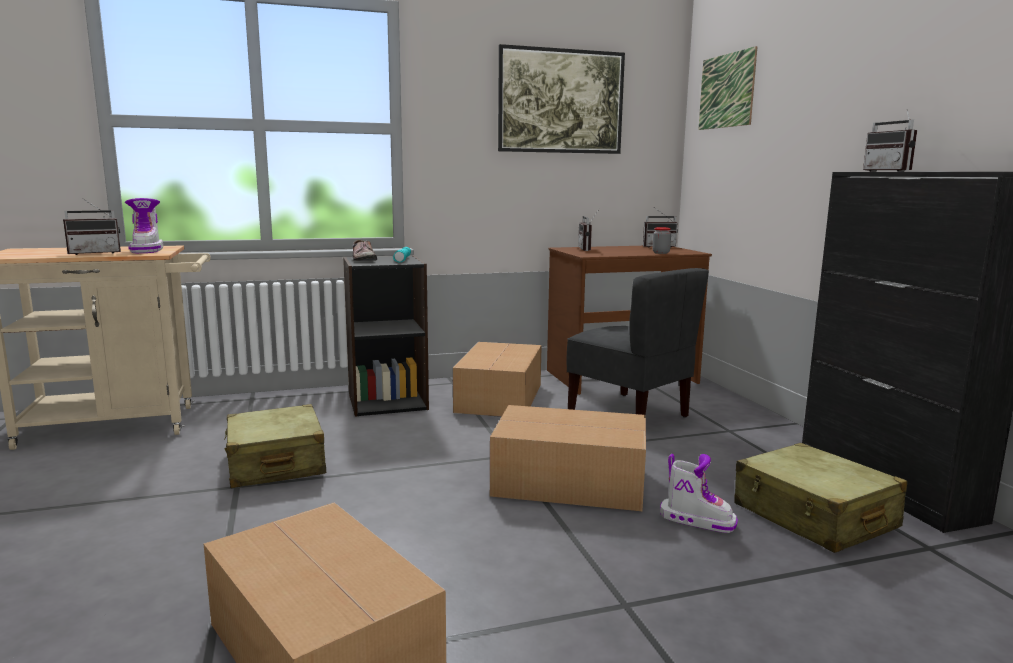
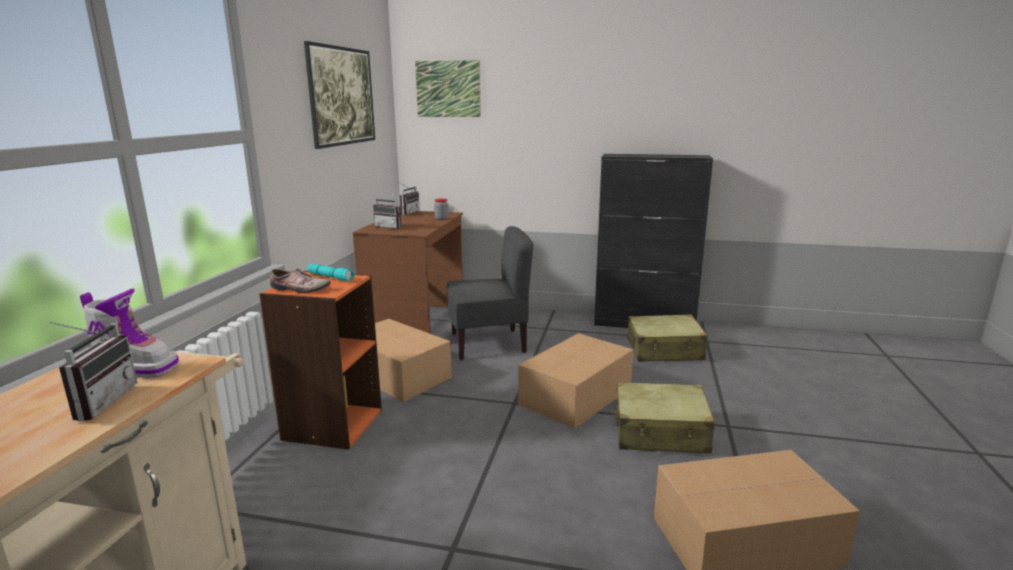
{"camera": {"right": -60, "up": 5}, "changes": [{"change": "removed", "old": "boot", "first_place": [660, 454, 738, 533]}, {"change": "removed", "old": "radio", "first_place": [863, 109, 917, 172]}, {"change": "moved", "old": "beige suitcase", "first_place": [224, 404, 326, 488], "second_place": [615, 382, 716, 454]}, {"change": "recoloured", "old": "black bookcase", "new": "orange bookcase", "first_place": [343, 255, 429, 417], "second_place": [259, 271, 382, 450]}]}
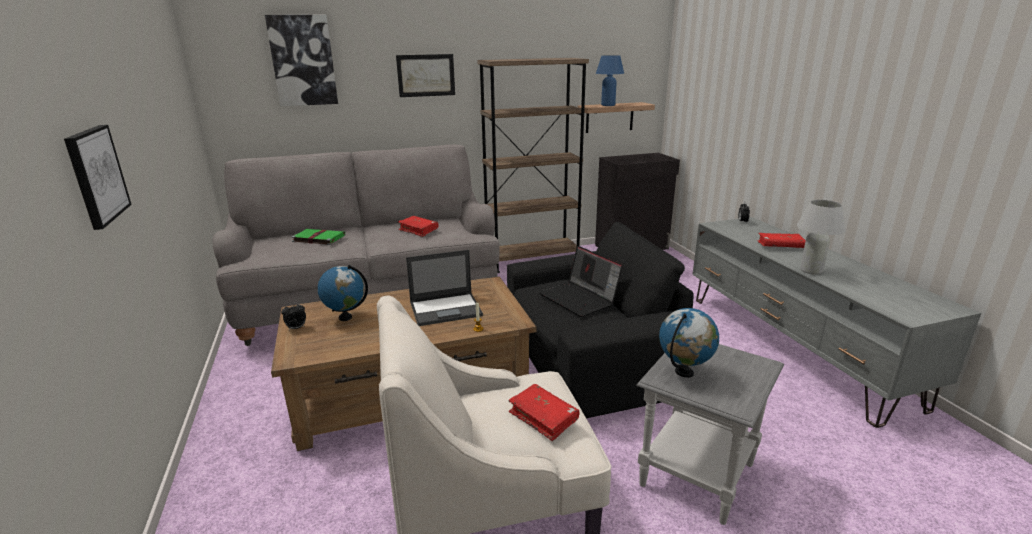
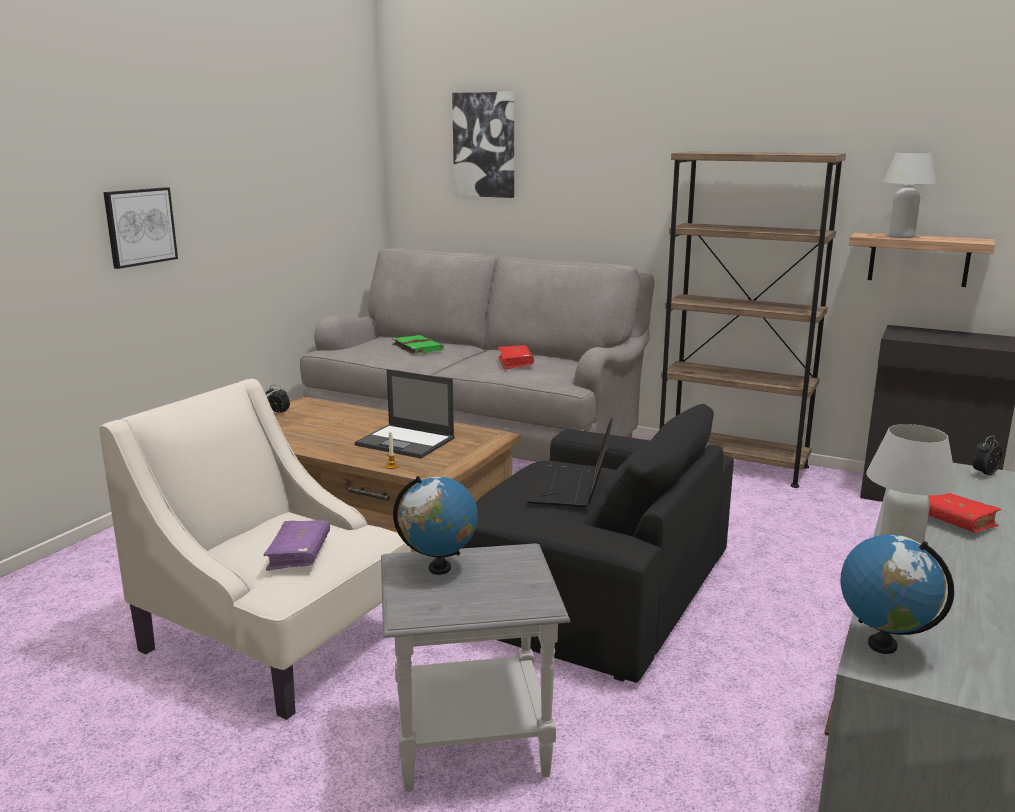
{"camera": {"right": 45, "up": -5}, "changes": [{"change": "removed", "old": "picture", "first_place": [396, 54, 455, 97]}, {"change": "moved", "old": "globe", "first_place": [318, 265, 368, 321], "second_place": [840, 534, 954, 654]}, {"change": "recoloured", "old": "red book", "new": "purple book", "first_place": [508, 384, 579, 441], "second_place": [263, 520, 330, 571]}, {"change": "recoloured", "old": "blue table lamp", "new": "white table lamp", "first_place": [596, 55, 624, 106], "second_place": [883, 152, 936, 238]}]}
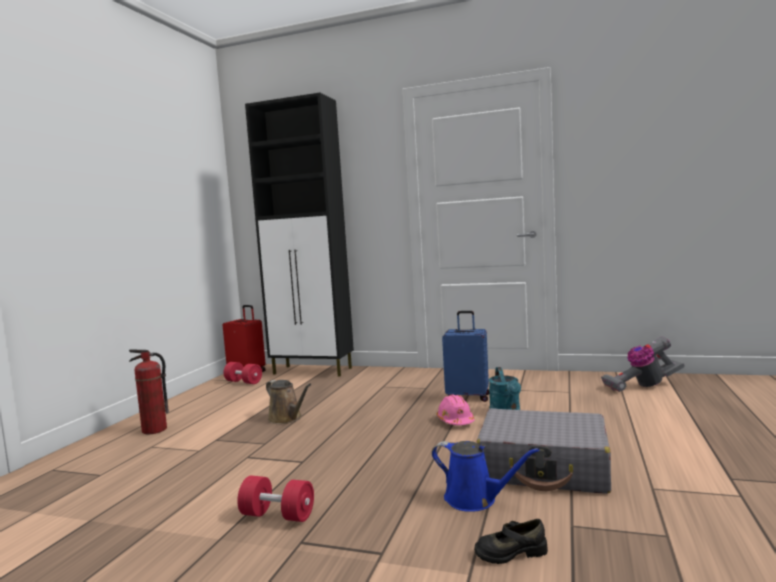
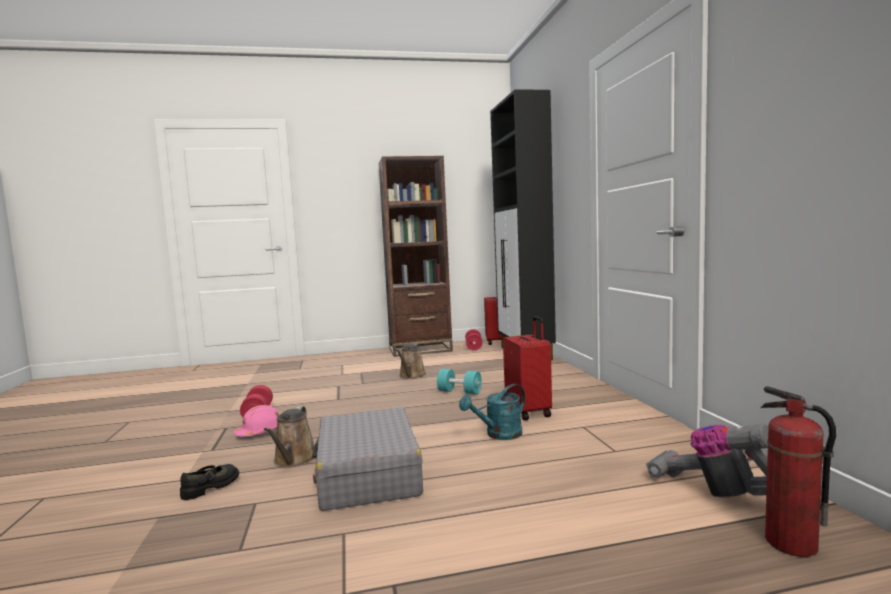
{"camera": {"right": 60, "up": 0}, "changes": [{"change": "added", "new": "brown bookcase", "second_place": [379, 156, 453, 357]}, {"change": "added", "new": "turquoise dumbbell", "second_place": [437, 369, 482, 395]}, {"change": "moved", "old": "fire extinguisher", "first_place": [129, 349, 169, 434], "second_place": [761, 386, 836, 557]}, {"change": "moved", "old": "pink hard hat", "first_place": [437, 394, 475, 425], "second_place": [234, 405, 279, 437]}, {"change": "recoloured", "old": "blue watering can", "new": "brown watering can", "first_place": [432, 441, 539, 512], "second_place": [264, 406, 315, 467]}, {"change": "recoloured", "old": "blue suitcase", "new": "red suitcase", "first_place": [442, 311, 489, 402], "second_place": [503, 316, 552, 420]}, {"change": "turned", "old": "black shoe", "first_place": [474, 519, 548, 564], "second_place": [180, 464, 239, 500], "degrees": 75}]}
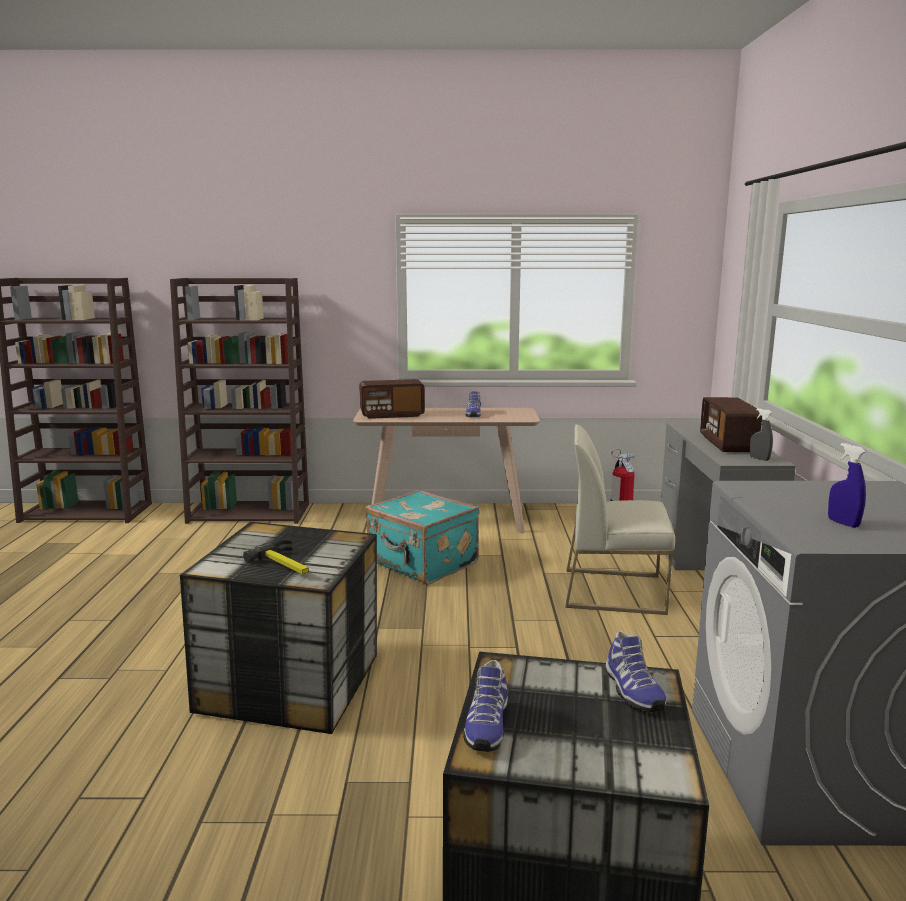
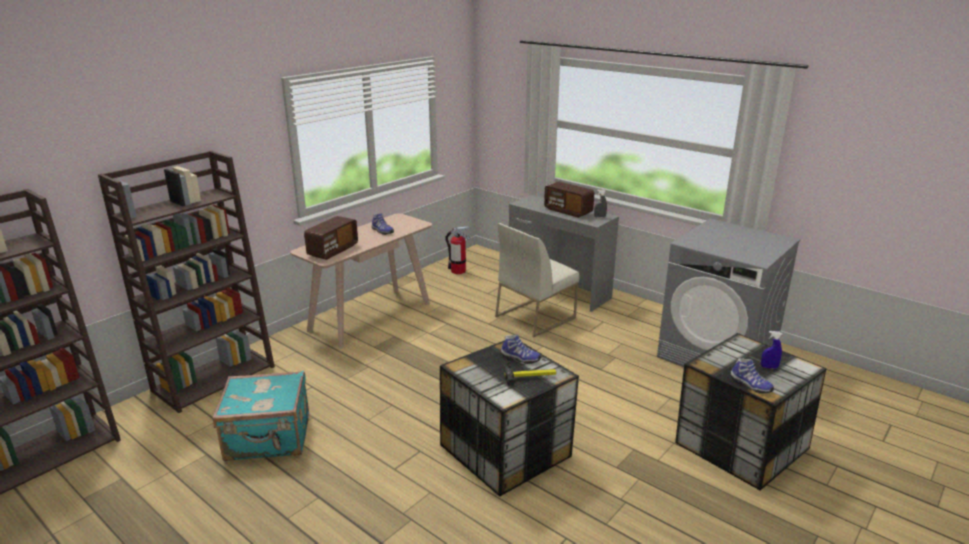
{"camera": {"right": -50, "up": 10}, "changes": [{"change": "moved", "old": "turquoise suitcase", "first_place": [365, 490, 479, 584], "second_place": [213, 371, 309, 461]}, {"change": "moved", "old": "shoe", "first_place": [606, 631, 667, 712], "second_place": [501, 335, 541, 364]}, {"change": "moved", "old": "blue spray bottle", "first_place": [828, 443, 866, 528], "second_place": [761, 331, 782, 369]}]}
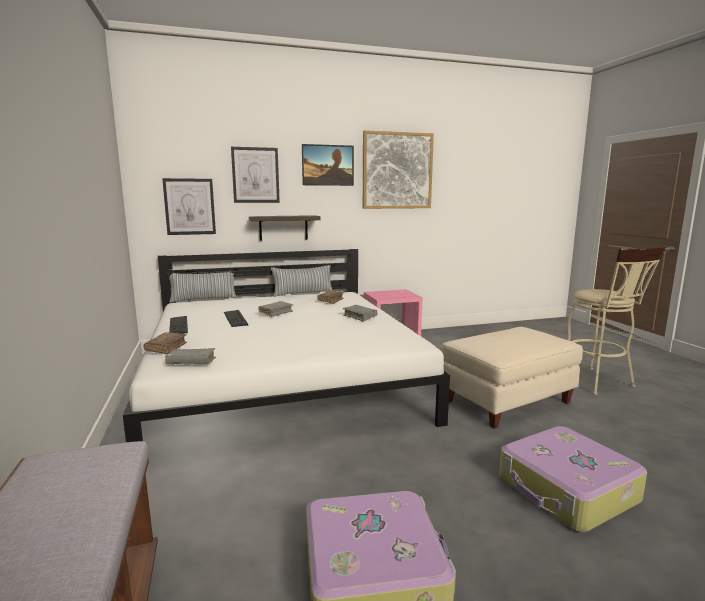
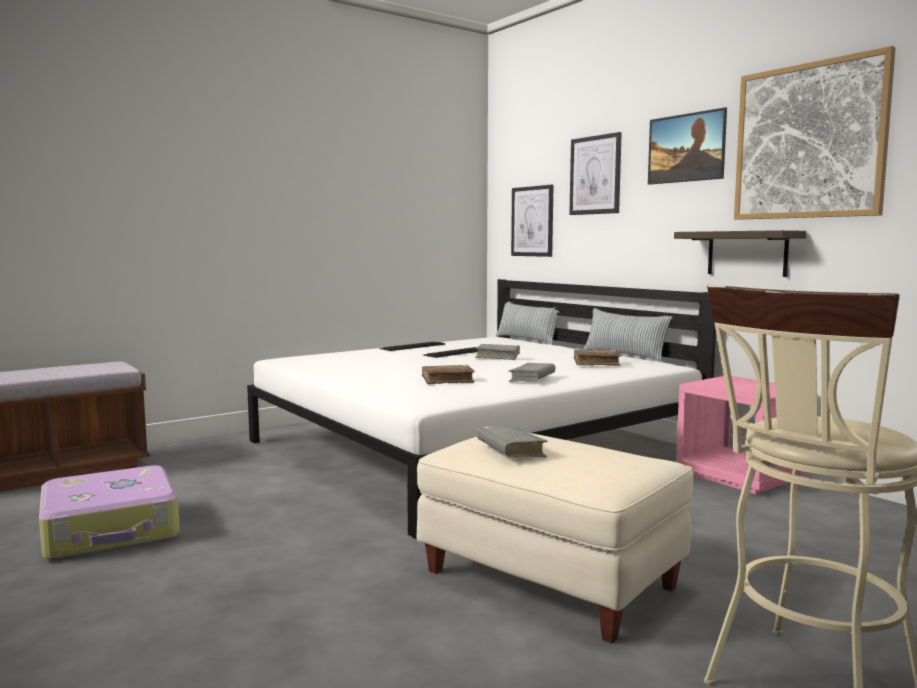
{"camera": {"right": 70, "up": -5}, "changes": [{"change": "removed", "old": "suitcase", "first_place": [499, 426, 647, 532]}, {"change": "moved", "old": "brown book", "first_place": [144, 332, 187, 354], "second_place": [422, 365, 475, 384]}, {"change": "moved", "old": "grey book", "first_place": [165, 348, 216, 364], "second_place": [477, 425, 548, 457]}, {"change": "moved", "old": "shelf", "first_place": [249, 215, 321, 241], "second_place": [674, 230, 806, 277]}]}
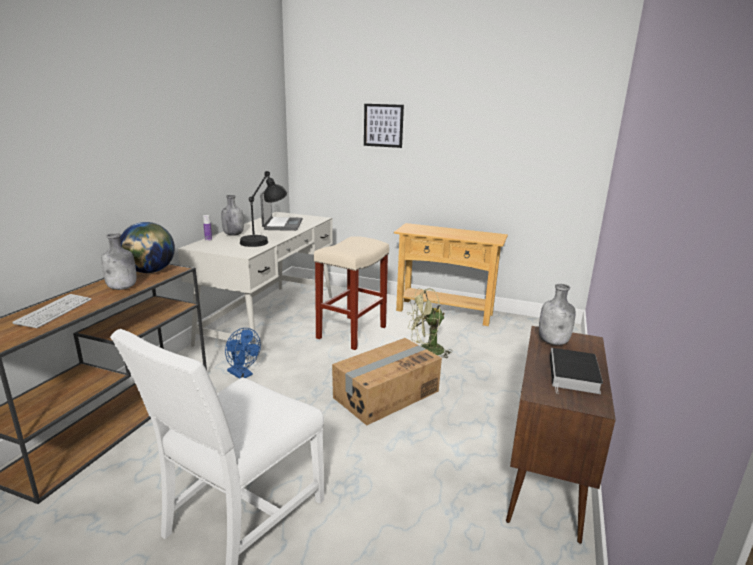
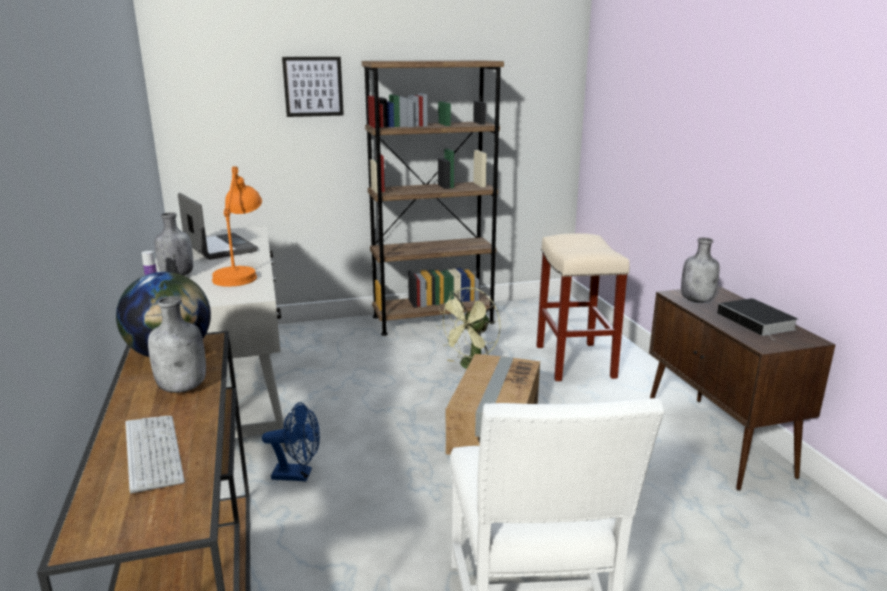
{"camera": {"right": -35, "up": 0}, "changes": [{"change": "moved", "old": "beige stool", "first_place": [314, 236, 389, 350], "second_place": [537, 233, 630, 381]}, {"change": "replaced", "old": "beige console table", "new": "brown bookcase", "first_place": [394, 223, 508, 326], "second_place": [362, 60, 504, 336]}, {"change": "recoloured", "old": "black table lamp", "new": "orange table lamp", "first_place": [240, 171, 287, 247], "second_place": [212, 166, 262, 287]}]}
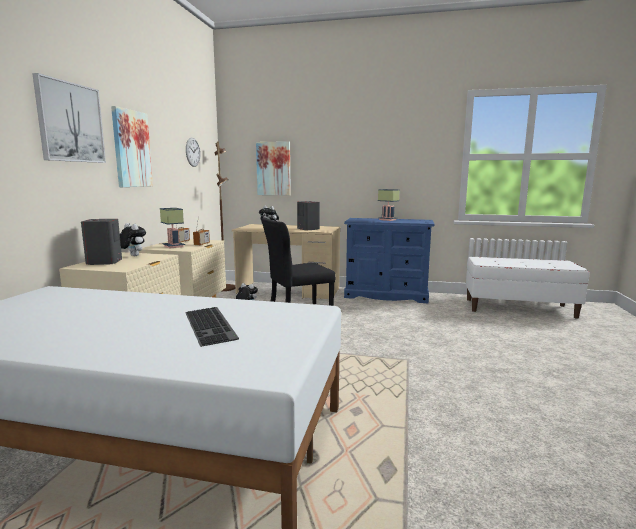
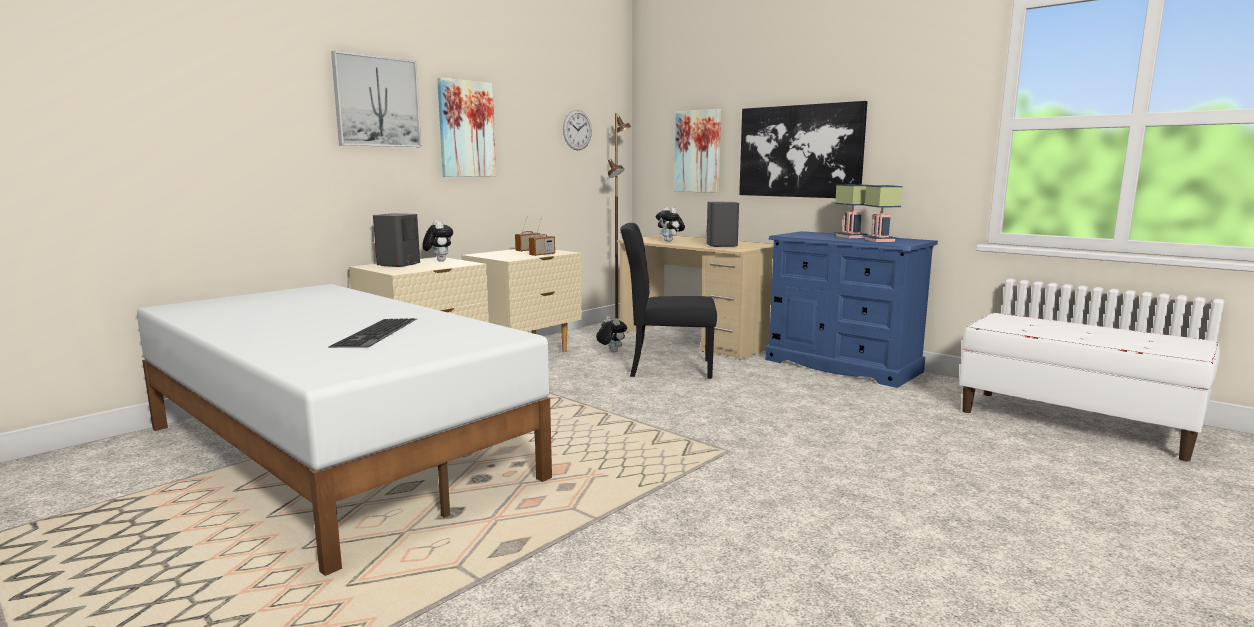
{"camera": {"right": 30, "up": 0}, "changes": [{"change": "added", "new": "picture", "second_place": [739, 101, 867, 198]}, {"change": "moved", "old": "table lamp", "first_place": [160, 208, 185, 248], "second_place": [863, 185, 903, 242]}]}
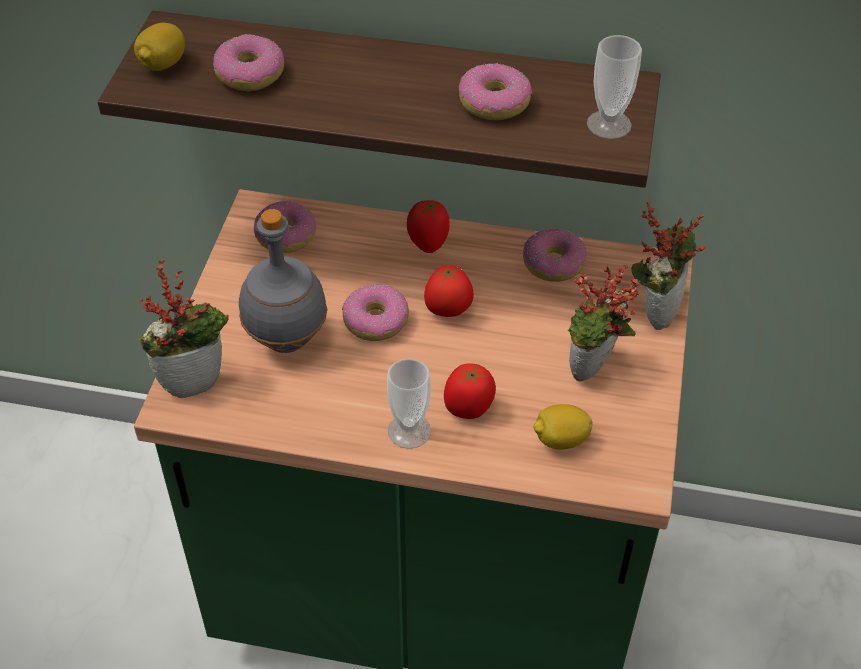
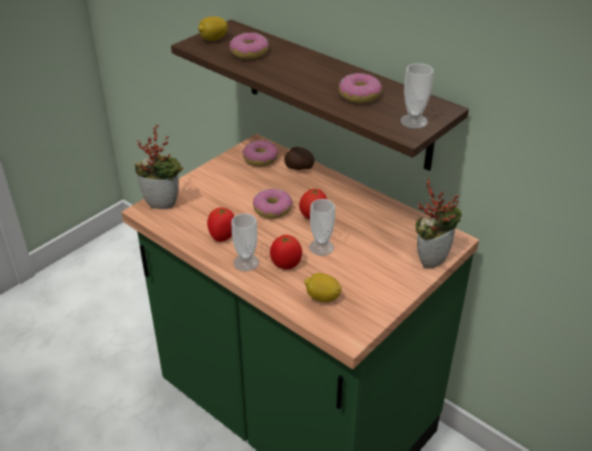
{"camera": {"right": 30, "up": -10}, "changes": [{"change": "removed", "old": "grey bottle", "first_place": [239, 209, 327, 353]}, {"change": "removed", "old": "donut", "first_place": [523, 229, 587, 282]}, {"change": "removed", "old": "potted plant", "first_place": [568, 265, 640, 382]}, {"change": "added", "new": "potato", "second_place": [284, 147, 314, 170]}, {"change": "added", "new": "cup", "second_place": [309, 199, 335, 256]}, {"change": "moved", "old": "tomato", "first_place": [407, 199, 450, 253], "second_place": [207, 207, 234, 242]}]}
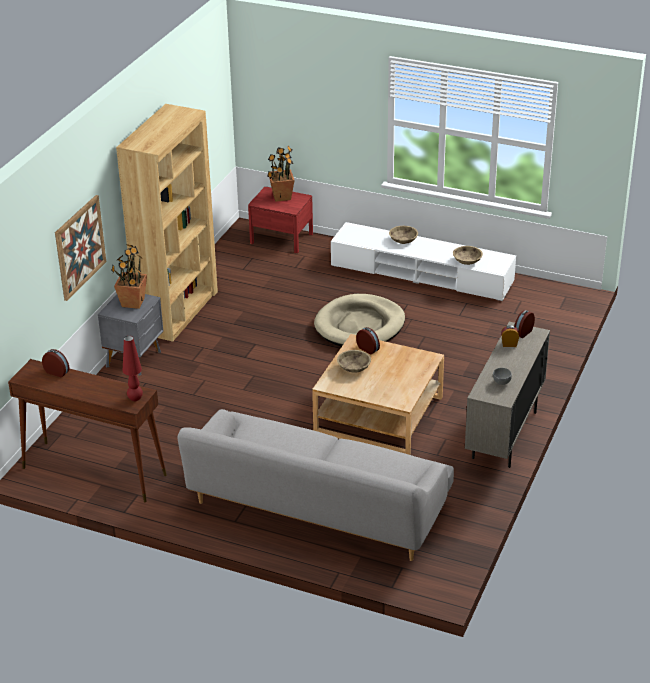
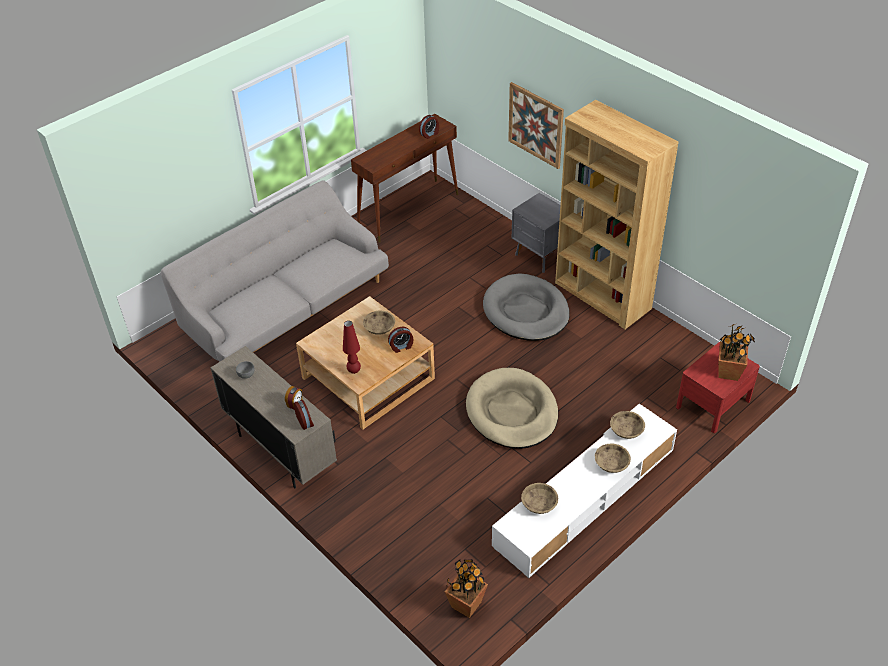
{"camera": {"right": 115, "up": 10}, "changes": [{"change": "added", "new": "grey dog bed", "second_place": [483, 273, 570, 341]}, {"change": "added", "new": "beige bowl", "second_place": [610, 411, 645, 439]}, {"change": "moved", "old": "potted plant", "first_place": [111, 244, 147, 309], "second_place": [445, 560, 488, 618]}, {"change": "moved", "old": "red table lamp", "first_place": [122, 336, 143, 401], "second_place": [343, 321, 361, 374]}]}
